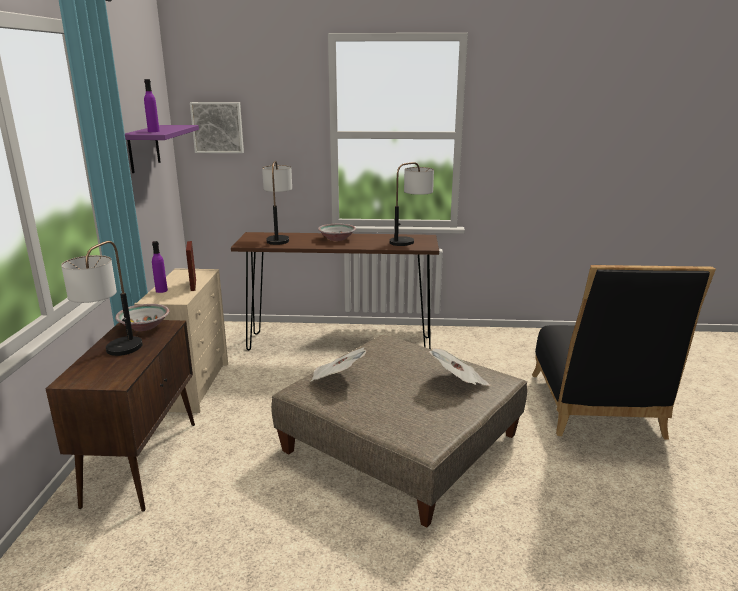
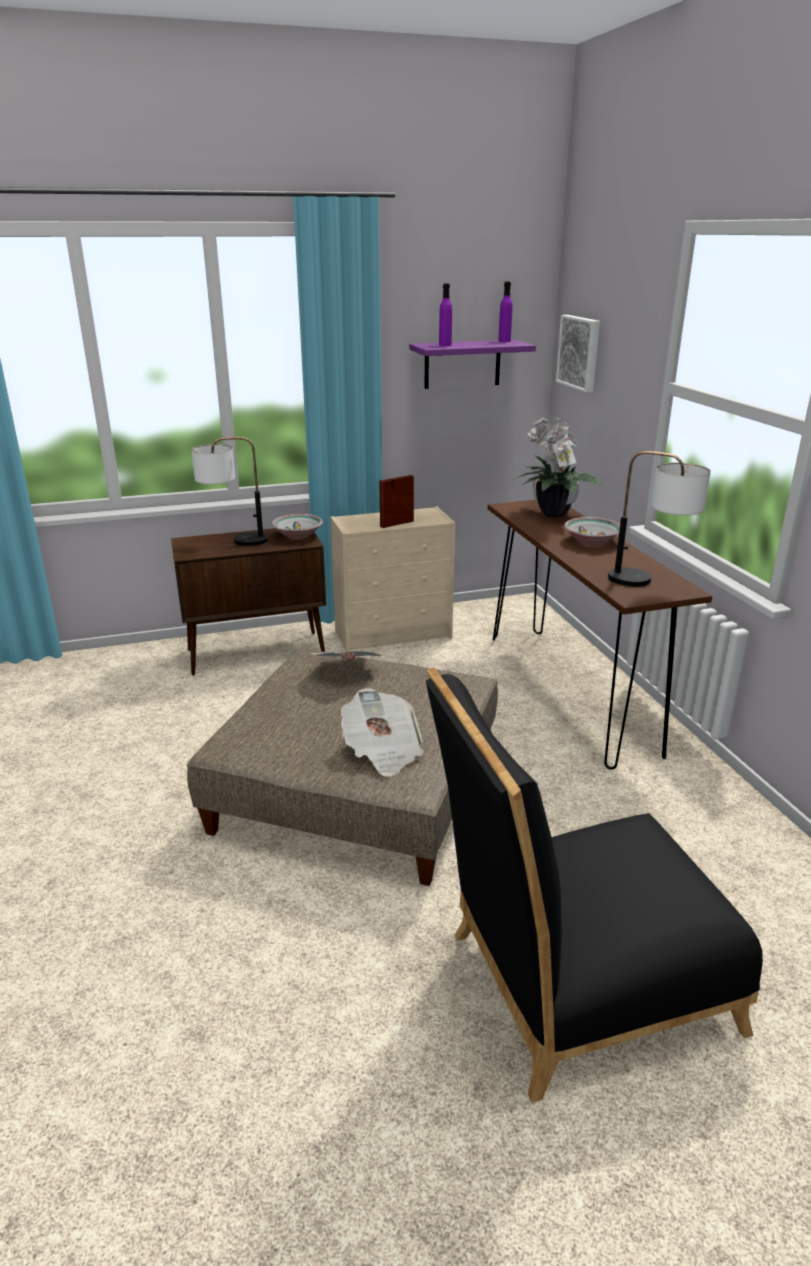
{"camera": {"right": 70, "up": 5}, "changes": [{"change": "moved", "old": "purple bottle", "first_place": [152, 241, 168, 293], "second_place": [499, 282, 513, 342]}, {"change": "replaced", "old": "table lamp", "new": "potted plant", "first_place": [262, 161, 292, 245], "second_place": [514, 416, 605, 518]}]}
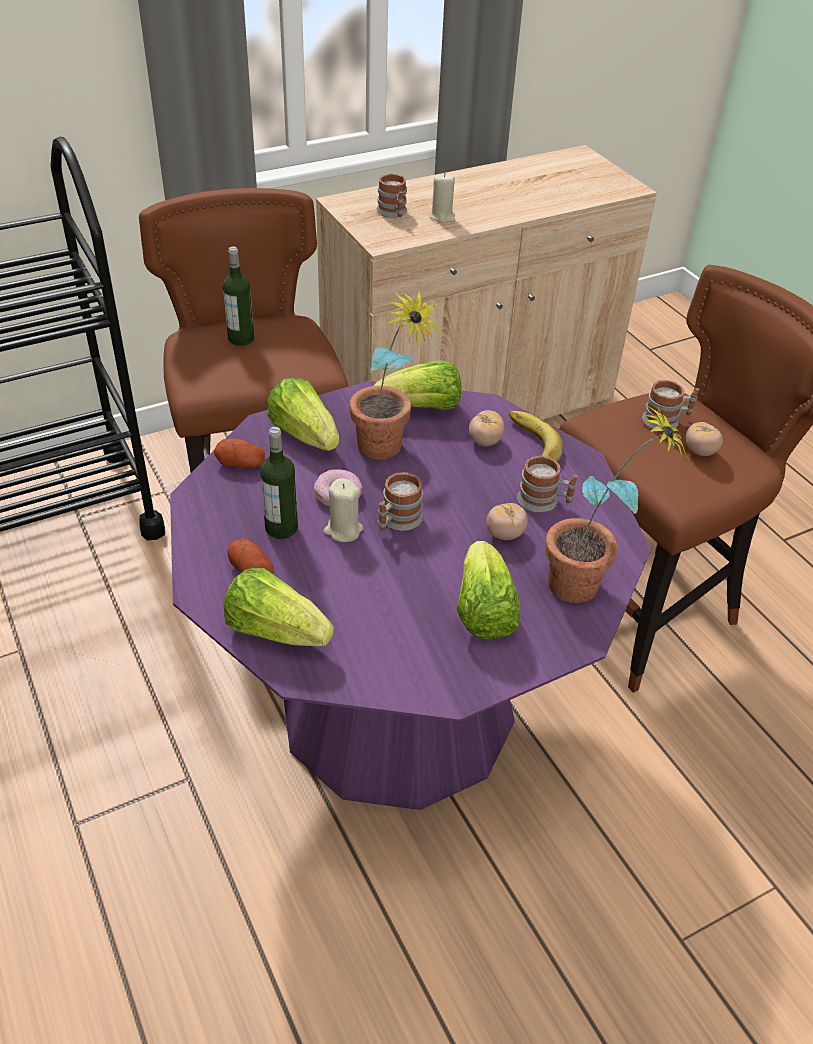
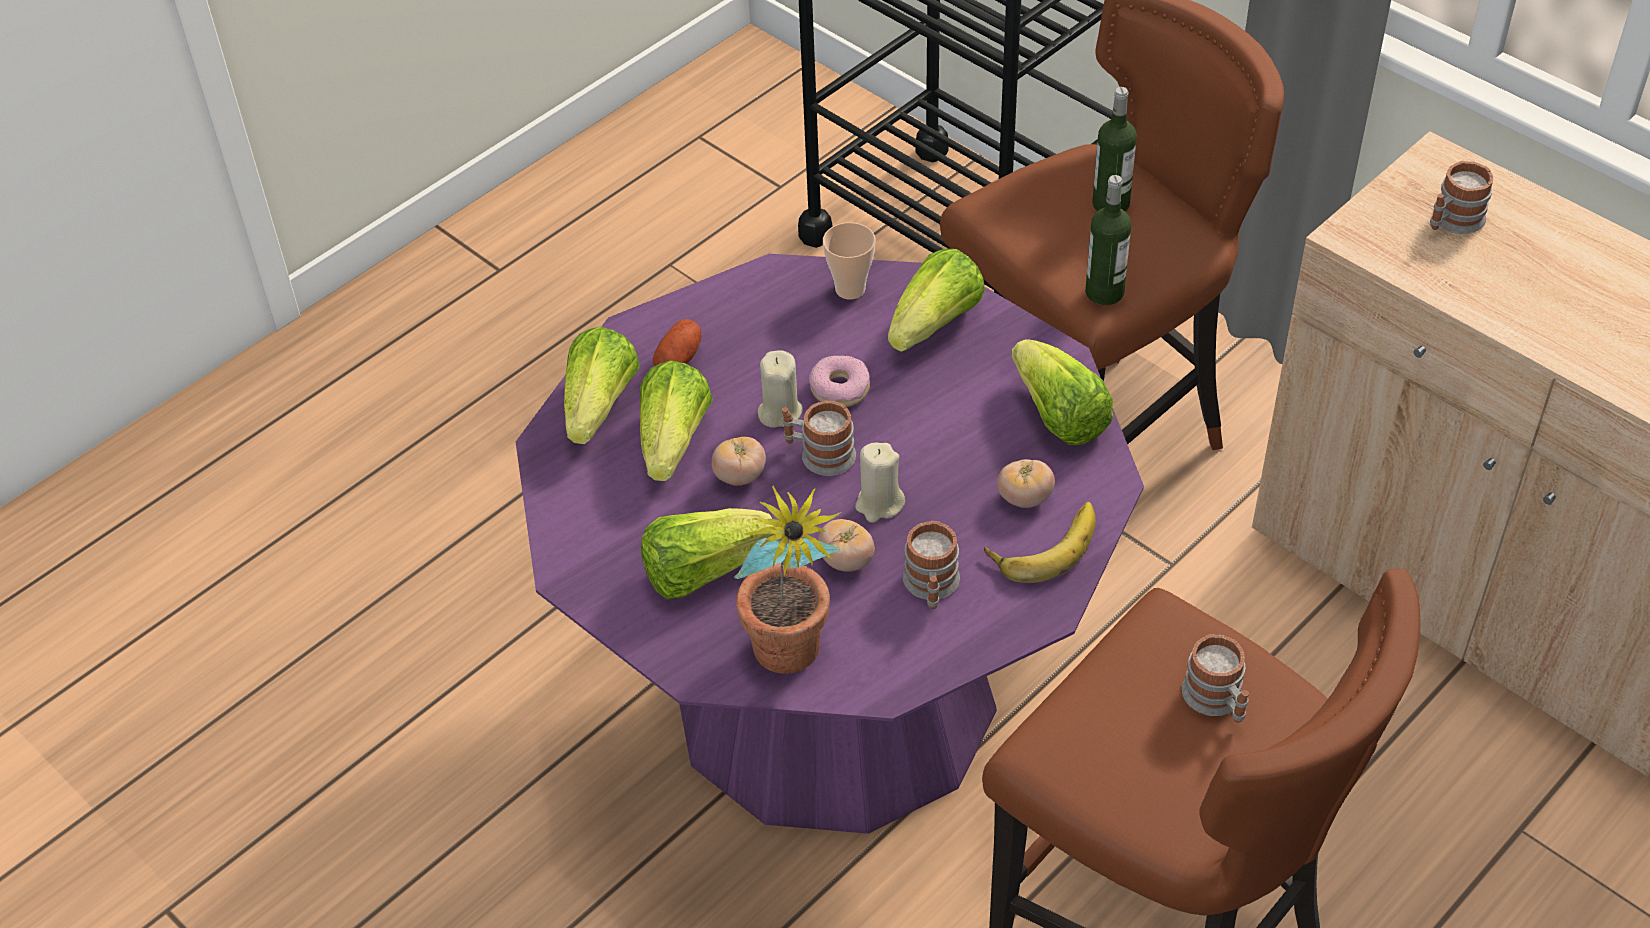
{"camera": {"right": 75, "up": 5}, "changes": [{"change": "removed", "old": "potted plant", "first_place": [349, 290, 442, 459]}, {"change": "added", "new": "lettuce", "second_place": [640, 360, 713, 481]}, {"change": "moved", "old": "bottle", "first_place": [260, 427, 298, 539], "second_place": [1085, 175, 1131, 305]}, {"change": "moved", "old": "beige candle", "first_place": [430, 173, 455, 223], "second_place": [855, 442, 905, 523]}, {"change": "moved", "old": "tomato", "first_place": [686, 422, 723, 456], "second_place": [712, 437, 766, 485]}, {"change": "replaced", "old": "potato", "new": "cup", "first_place": [214, 439, 265, 468], "second_place": [823, 222, 875, 299]}]}
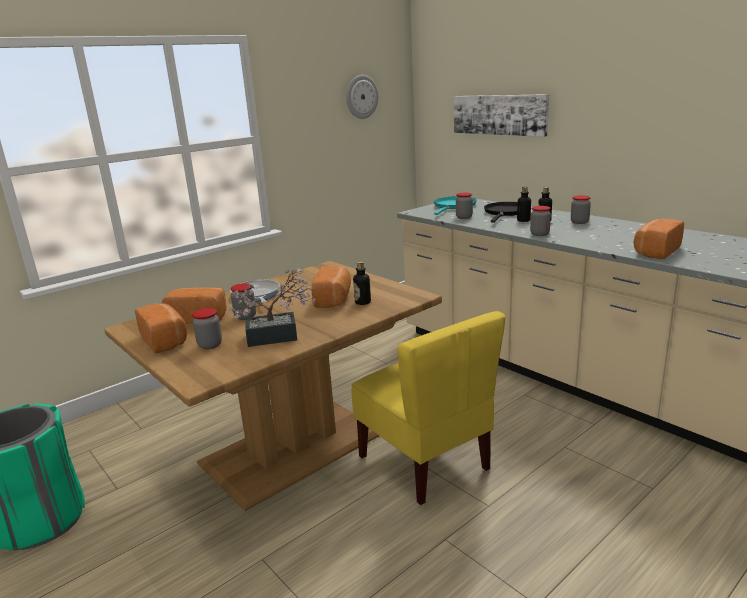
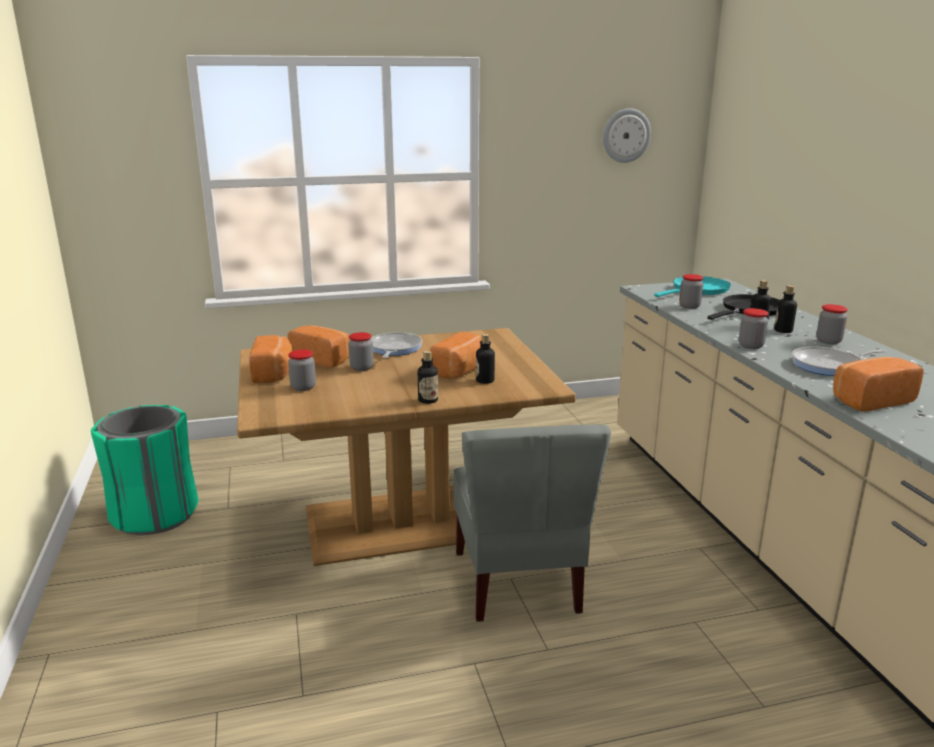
{"camera": {"right": 25, "up": 0}, "changes": [{"change": "removed", "old": "potted plant", "first_place": [228, 269, 316, 347]}, {"change": "removed", "old": "picture", "first_place": [454, 94, 549, 137]}, {"change": "added", "new": "bottle", "second_place": [418, 351, 438, 404]}, {"change": "added", "new": "frying pan", "second_place": [792, 347, 887, 376]}, {"change": "recoloured", "old": "yellow chair", "new": "grey chair", "first_place": [352, 311, 506, 505], "second_place": [454, 424, 611, 622]}]}
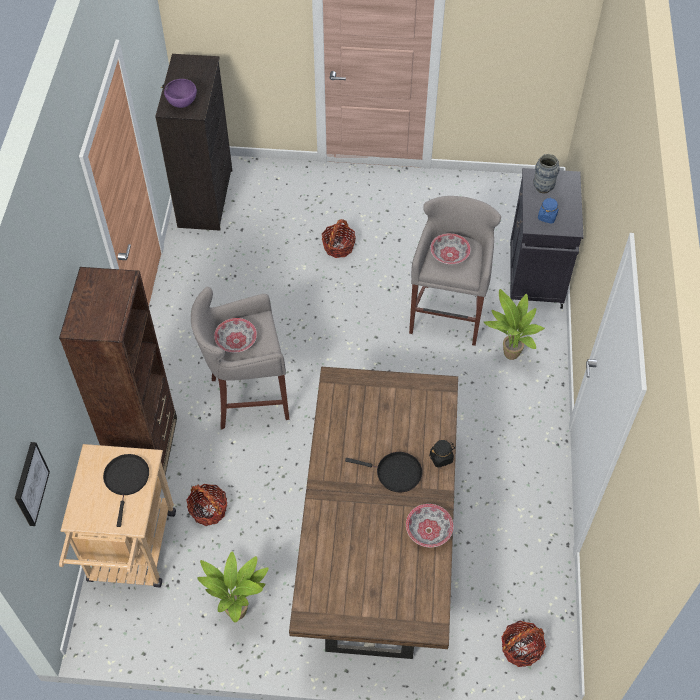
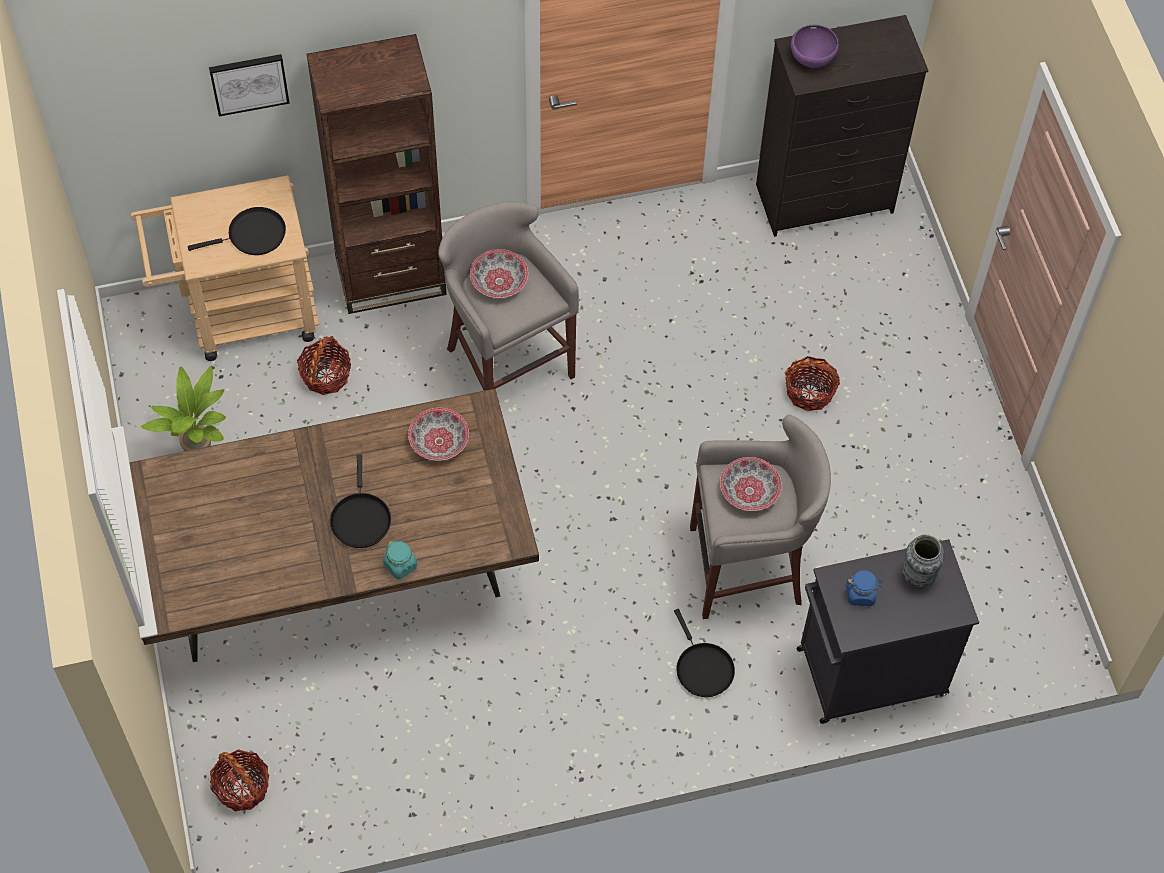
{"camera": {"right": 70, "up": 5}, "changes": [{"change": "moved", "old": "picture", "first_place": [15, 442, 50, 526], "second_place": [209, 54, 290, 116]}, {"change": "moved", "old": "bowl", "first_place": [406, 504, 454, 548], "second_place": [408, 408, 469, 461]}, {"change": "replaced", "old": "potted plant", "new": "black frying pan", "first_place": [484, 289, 545, 360], "second_place": [674, 609, 735, 697]}, {"change": "recoloured", "old": "black jar", "new": "turquoise jar", "first_place": [429, 440, 455, 468], "second_place": [383, 540, 417, 579]}]}
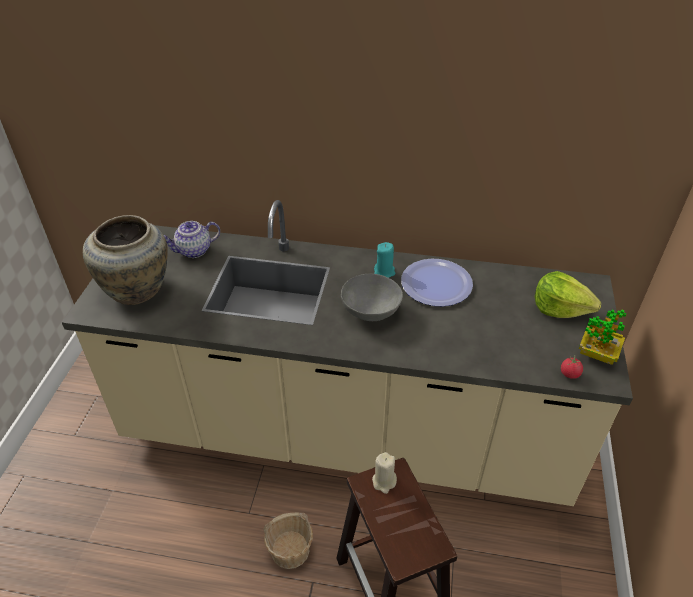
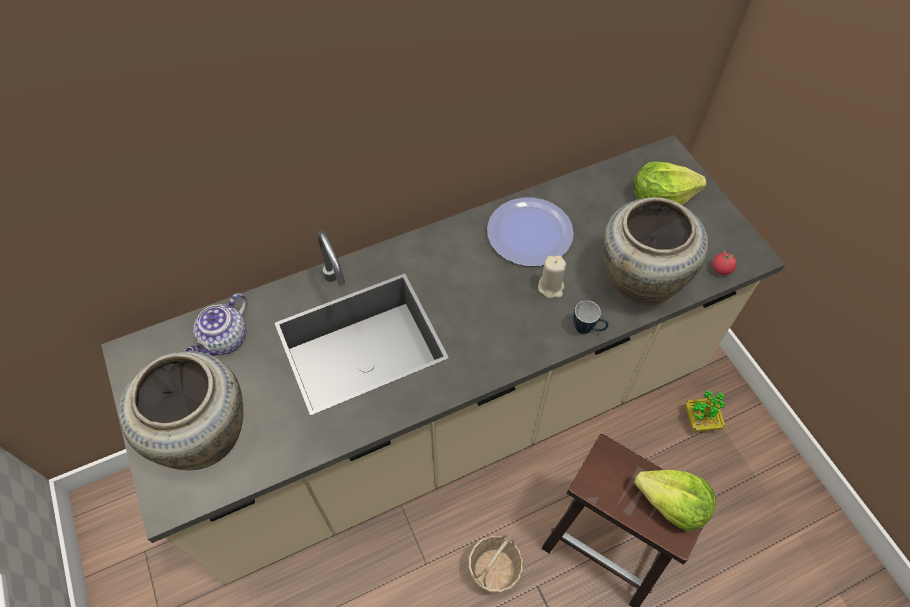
{"camera": {"right": -35, "up": 15}, "changes": [{"change": "removed", "old": "grey bowl", "first_place": [341, 274, 403, 321]}, {"change": "removed", "old": "turquoise candle", "first_place": [374, 242, 395, 278]}, {"change": "added", "new": "mug", "second_place": [573, 300, 608, 334]}, {"change": "added", "new": "beige vase", "second_place": [602, 197, 708, 306]}, {"change": "added", "new": "lettuce", "second_place": [634, 470, 716, 531]}, {"change": "moved", "old": "beige candle", "first_place": [372, 452, 397, 494], "second_place": [538, 255, 566, 299]}, {"change": "moved", "old": "potted plant", "first_place": [579, 310, 627, 365], "second_place": [685, 391, 725, 432]}]}
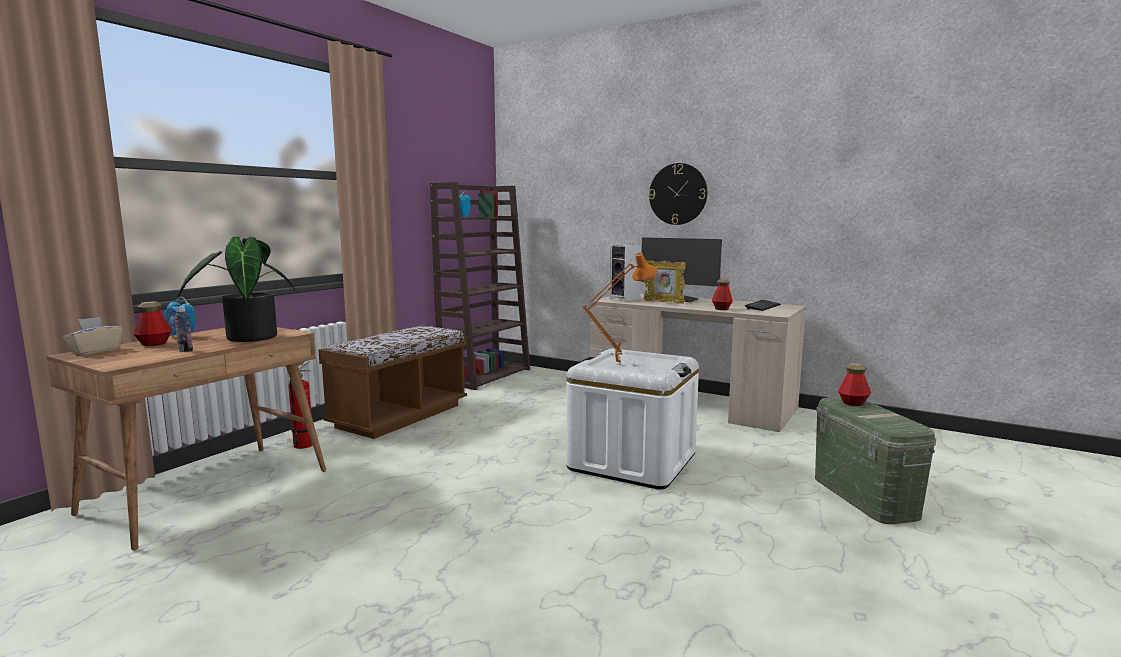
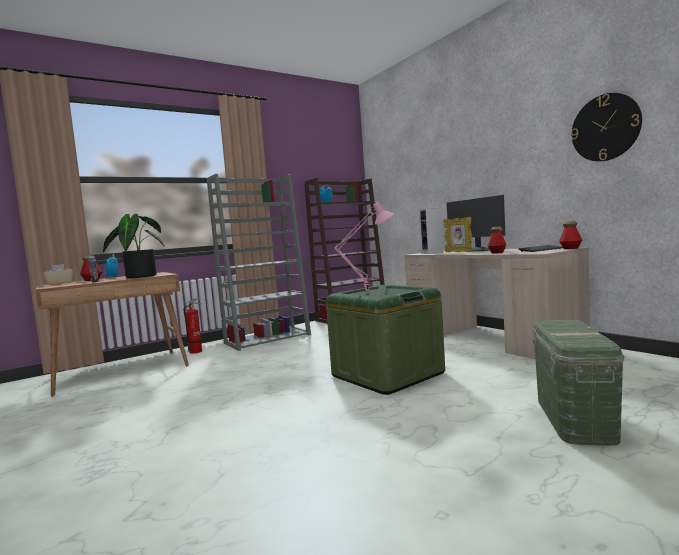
{"camera": {"right": 25, "up": -5}, "changes": [{"change": "moved", "old": "wall clock", "first_place": [649, 163, 707, 225], "second_place": [571, 93, 642, 161]}, {"change": "moved", "old": "bottle", "first_place": [838, 363, 871, 406], "second_place": [559, 221, 582, 249]}, {"change": "replaced", "old": "brown bench", "new": "grey bookcase", "first_place": [318, 326, 467, 439], "second_place": [207, 174, 311, 351]}, {"change": "recoloured", "old": "white storage box", "new": "green storage box", "first_place": [566, 349, 699, 490], "second_place": [326, 285, 445, 395]}, {"change": "recoloured", "old": "orange table lamp", "new": "pink table lamp", "first_place": [582, 252, 658, 365], "second_place": [334, 202, 394, 294]}]}
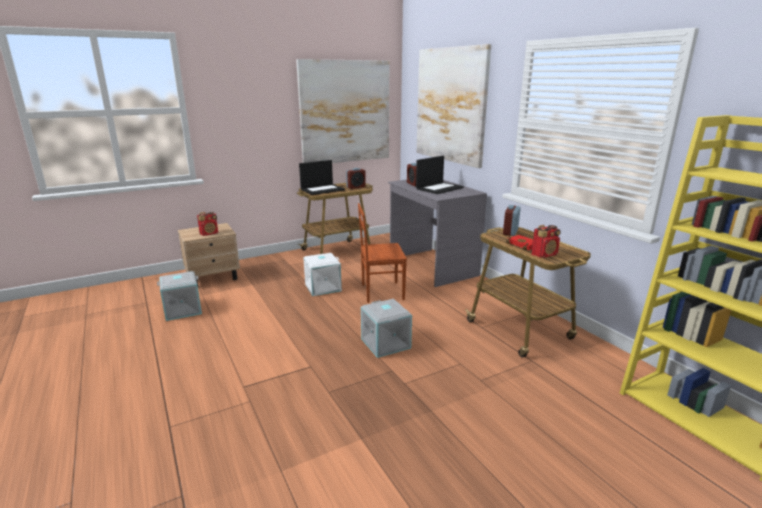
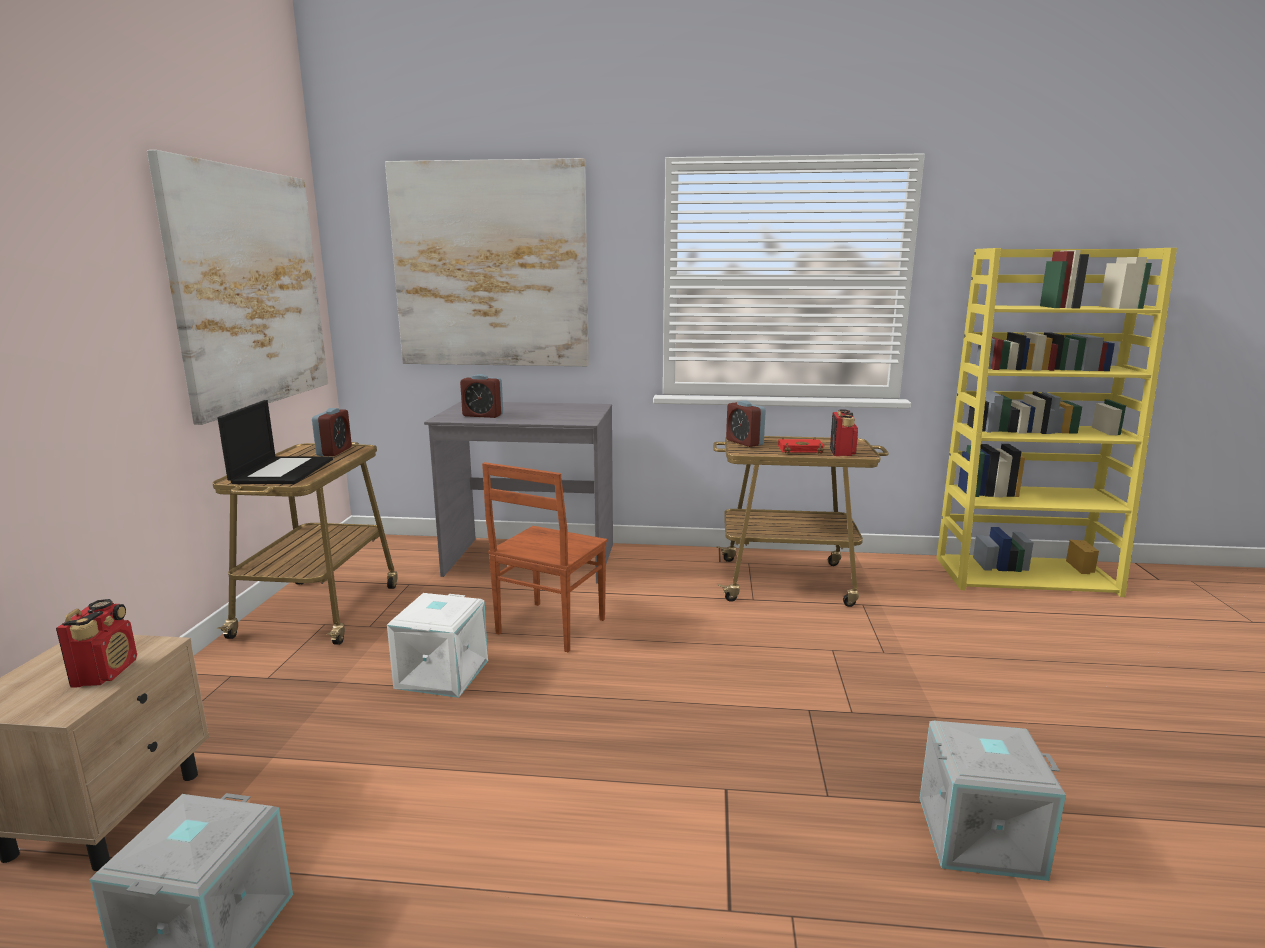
{"camera": {"right": -55, "up": -5}, "changes": [{"change": "removed", "old": "laptop", "first_place": [416, 156, 464, 194]}, {"change": "moved", "old": "grey storage box", "first_place": [361, 299, 412, 358], "second_place": [920, 721, 1066, 881]}]}
